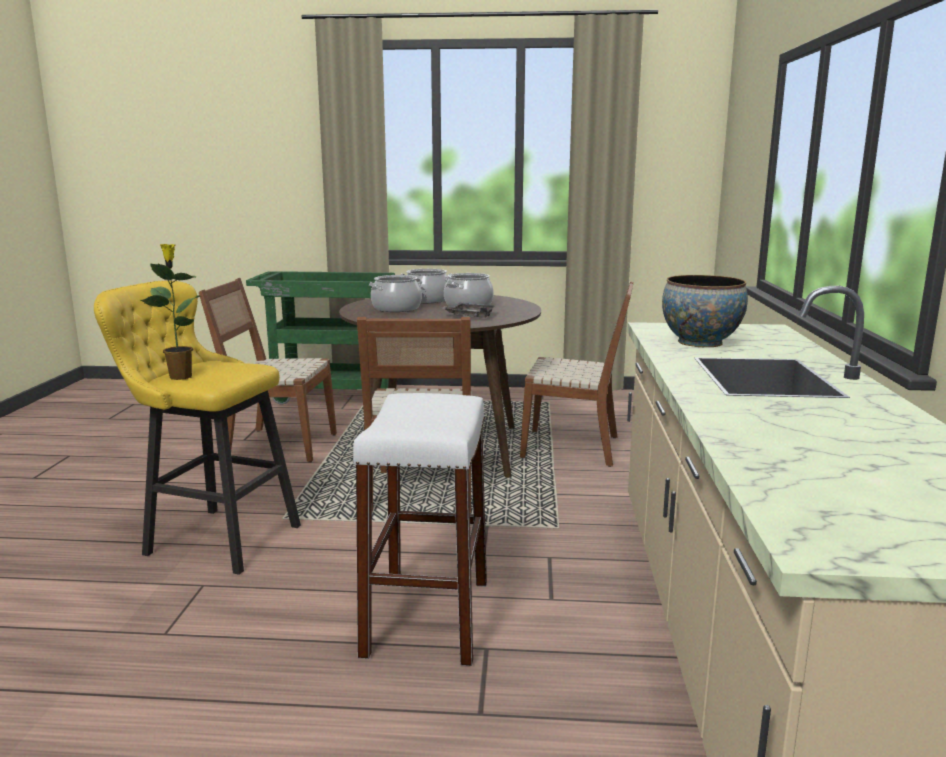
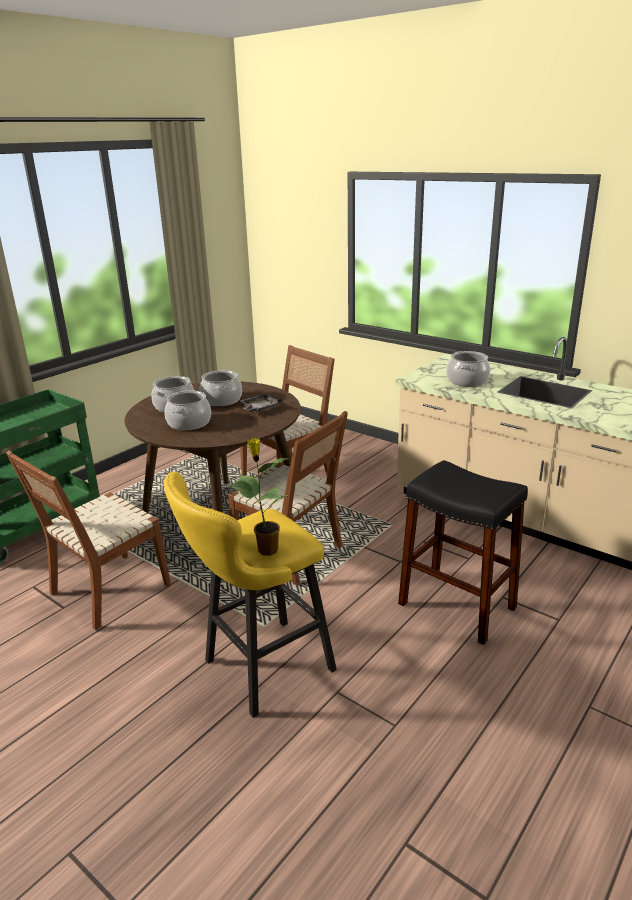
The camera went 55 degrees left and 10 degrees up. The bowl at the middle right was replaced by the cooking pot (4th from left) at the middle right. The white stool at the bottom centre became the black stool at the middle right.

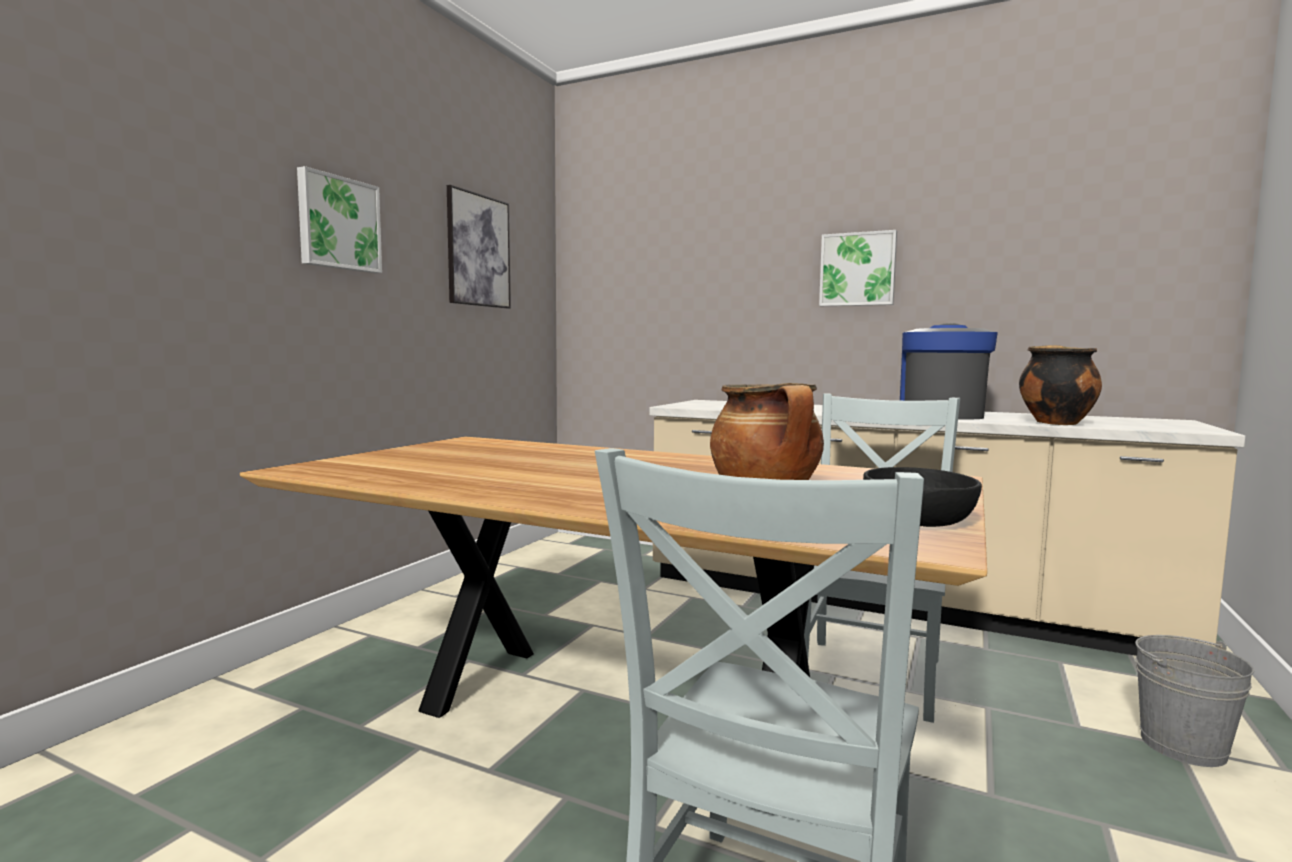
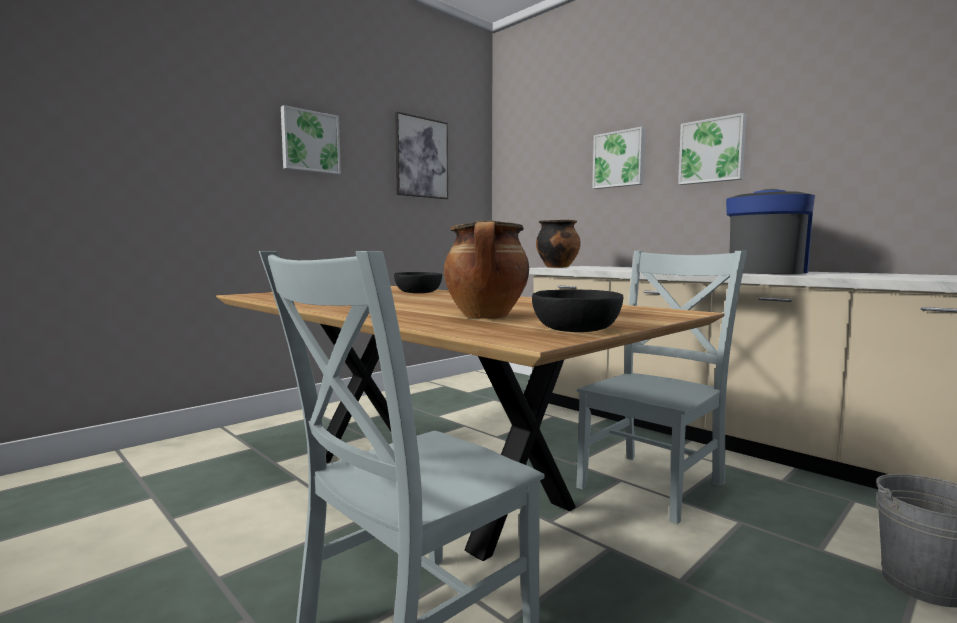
The camera went 20 degrees right and 0 degrees up. The black bowl (1st from left) at the centre appeared. The picture (3rd from left) at the top centre appeared. The cooking pot (2nd from left) moved from the middle right to the centre.

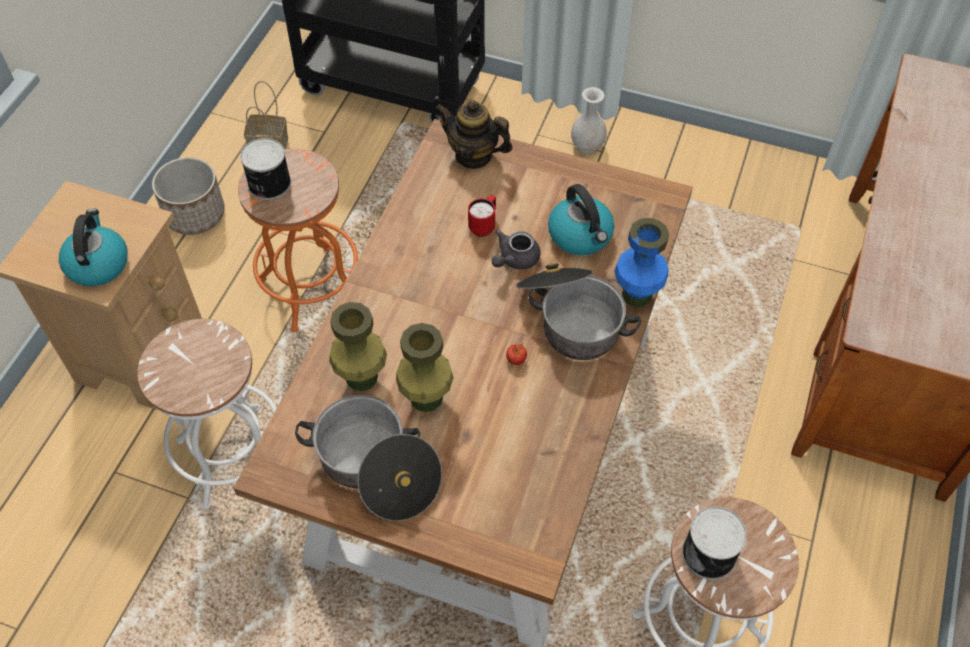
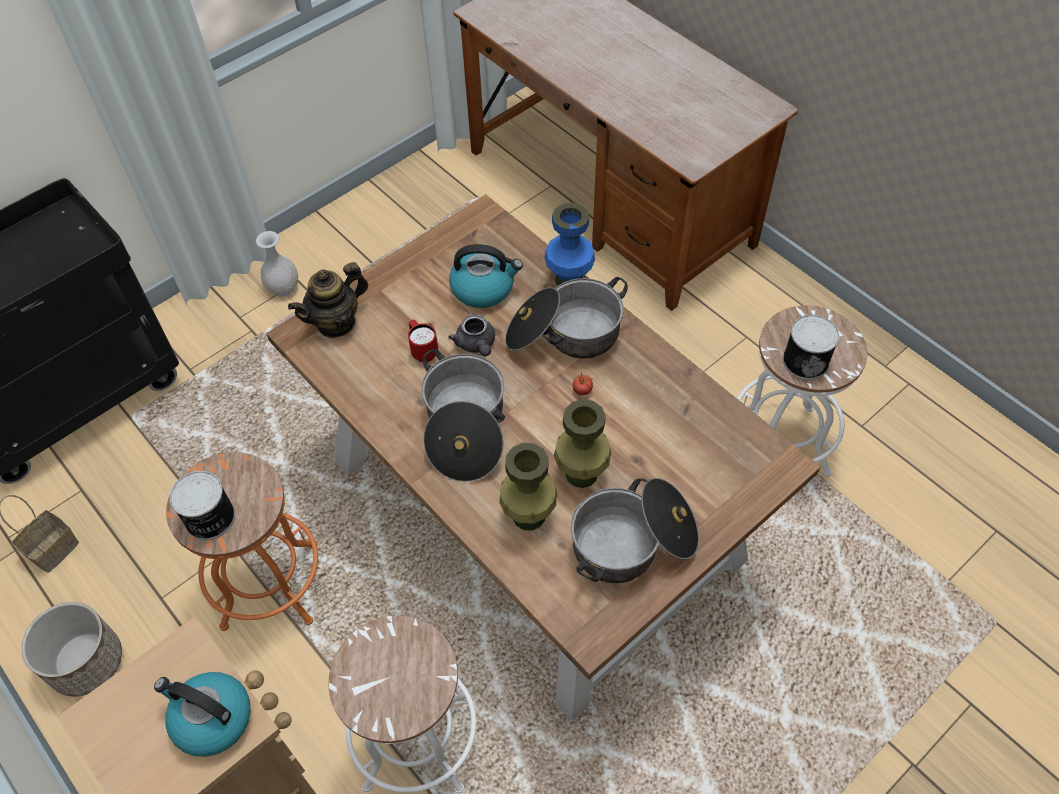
The camera went 60 degrees left and 0 degrees up. The cooking pot (1st from left) at the centre appeared.

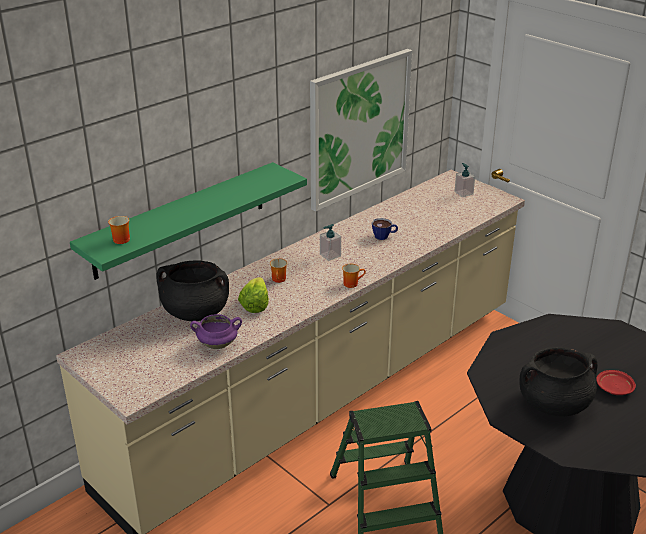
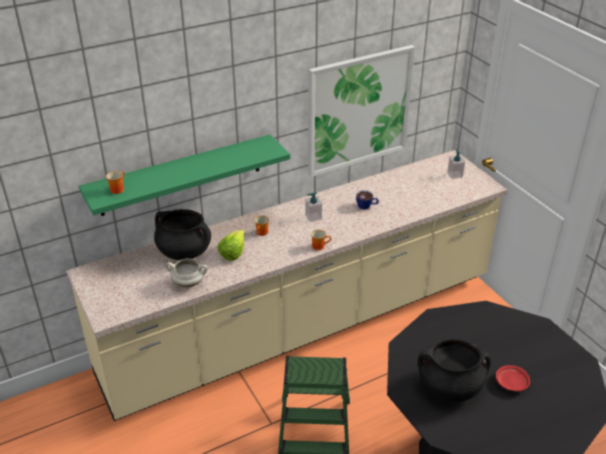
The camera went 15 degrees right and 5 degrees up. The purple cooking pot at the centre became the white cooking pot at the middle left.

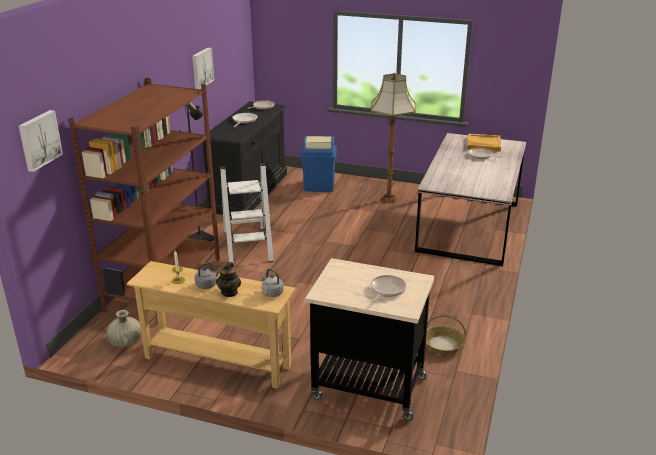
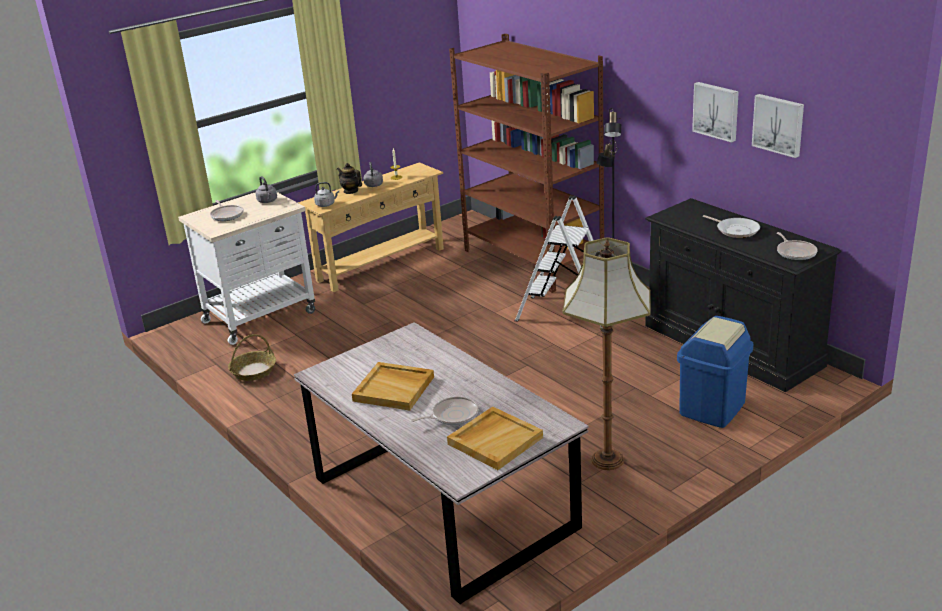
The camera went 125 degrees right and 0 degrees up. The beige vase at the bottom left disappeared. The grey kettle (1st from left) at the top left appeared. The beige tray (1st from left) at the centre appeared. The picture (1st from left in the first image) moved from the top left to the top right. The black cart at the bottom centre became the white cart at the middle left.

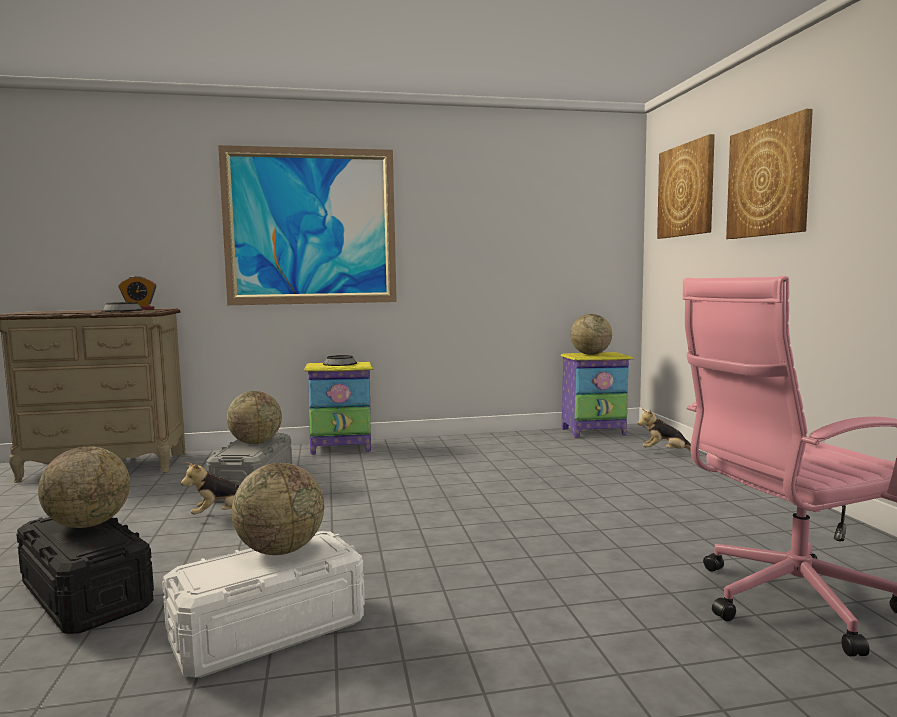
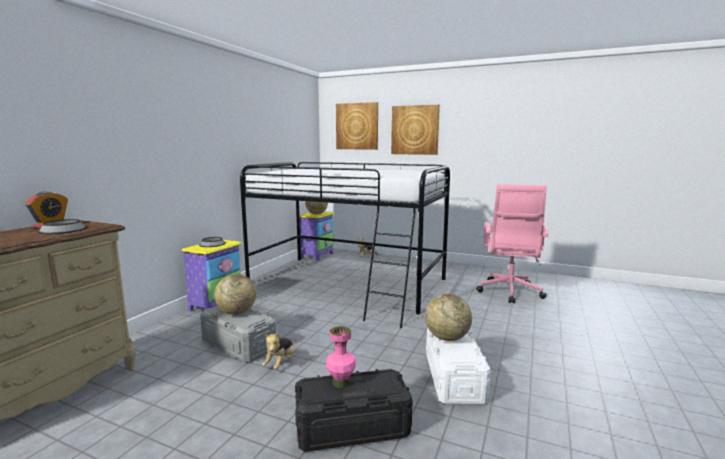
The camera went 55 degrees left and 5 degrees up. The picture (1st from left) at the top centre disappeared. The black bed at the centre appeared. The globe (1st from left) at the bottom left was replaced by the pink vase at the bottom centre.

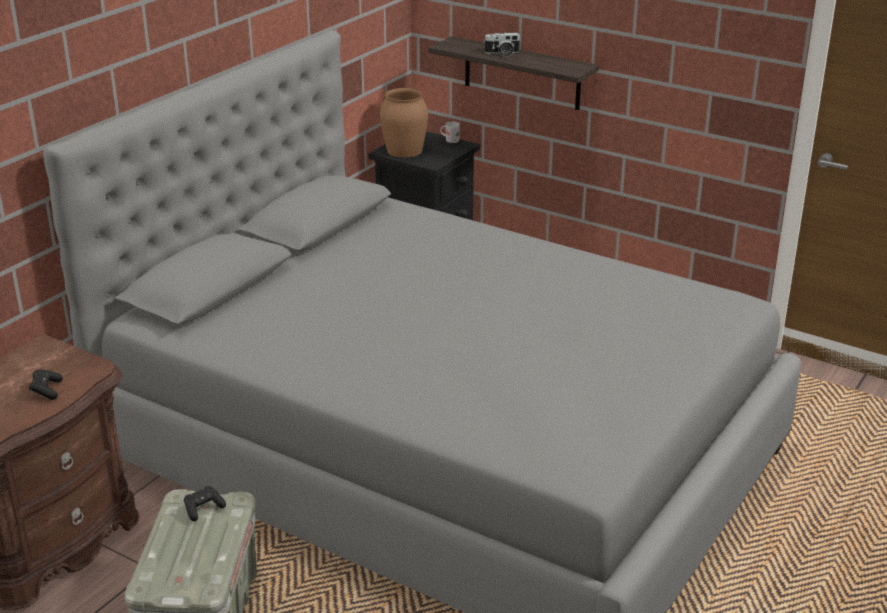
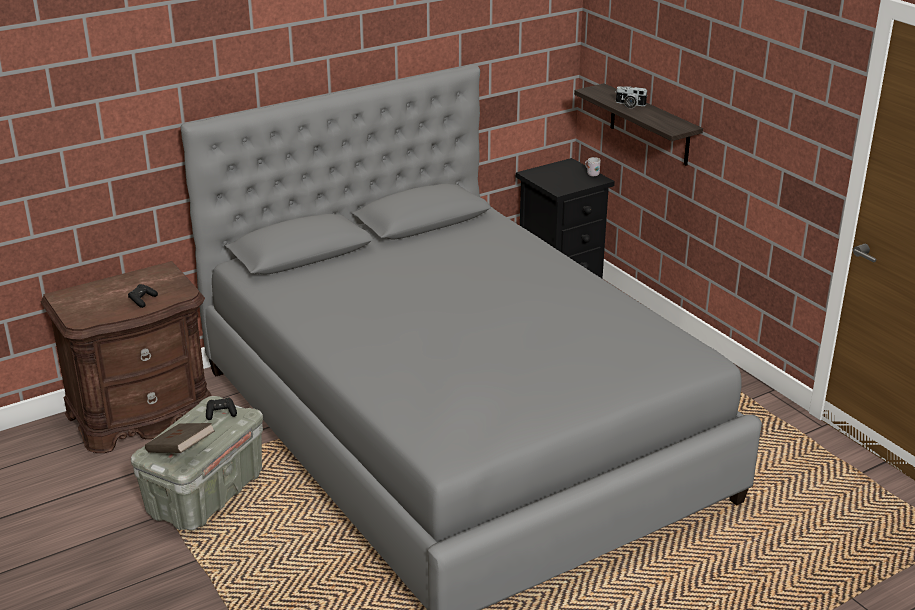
The camera went 25 degrees right and 0 degrees up. The brown vase at the top centre disappeared. The brown book at the bottom left appeared.

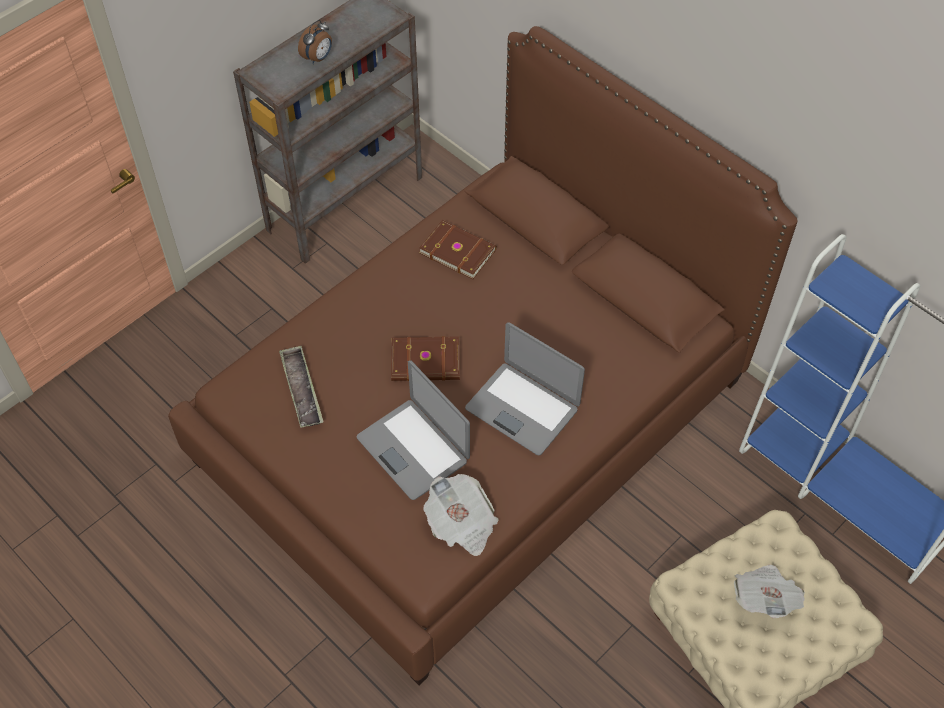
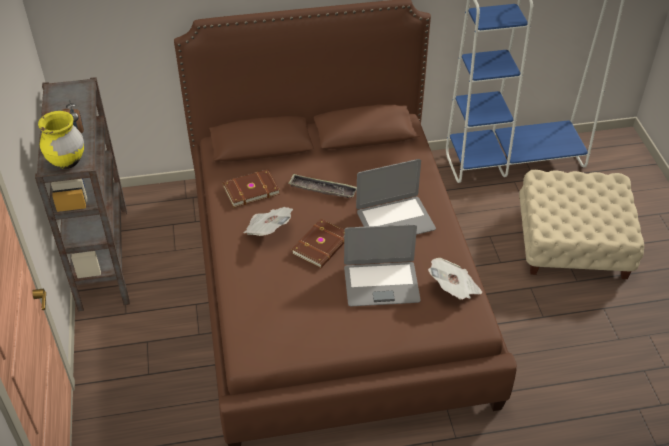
The camera went 55 degrees left and 10 degrees down. The yellow vase at the top left appeared. The tray moved from the middle left to the centre. The newspaper (2nd from left in the first image) moved from the bottom right to the centre.

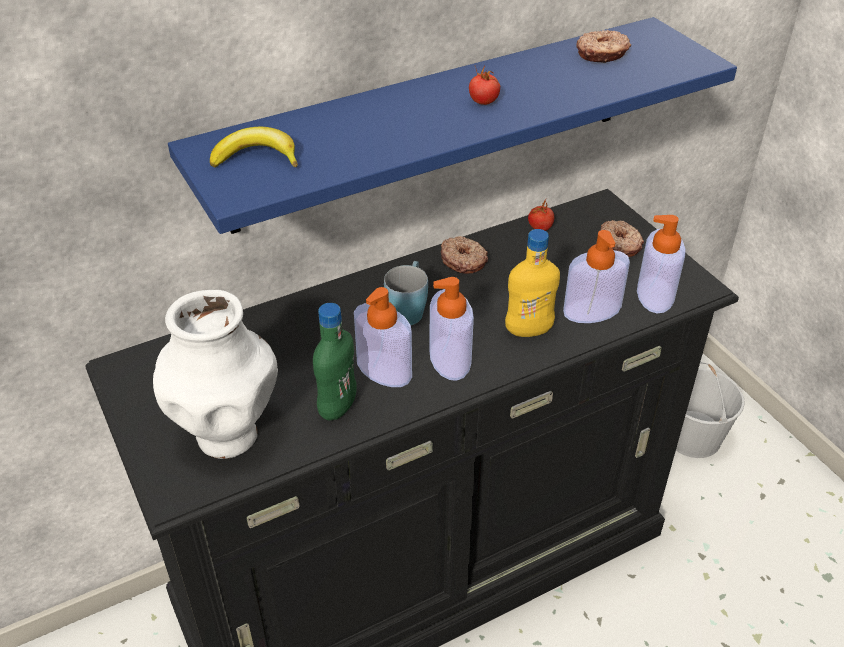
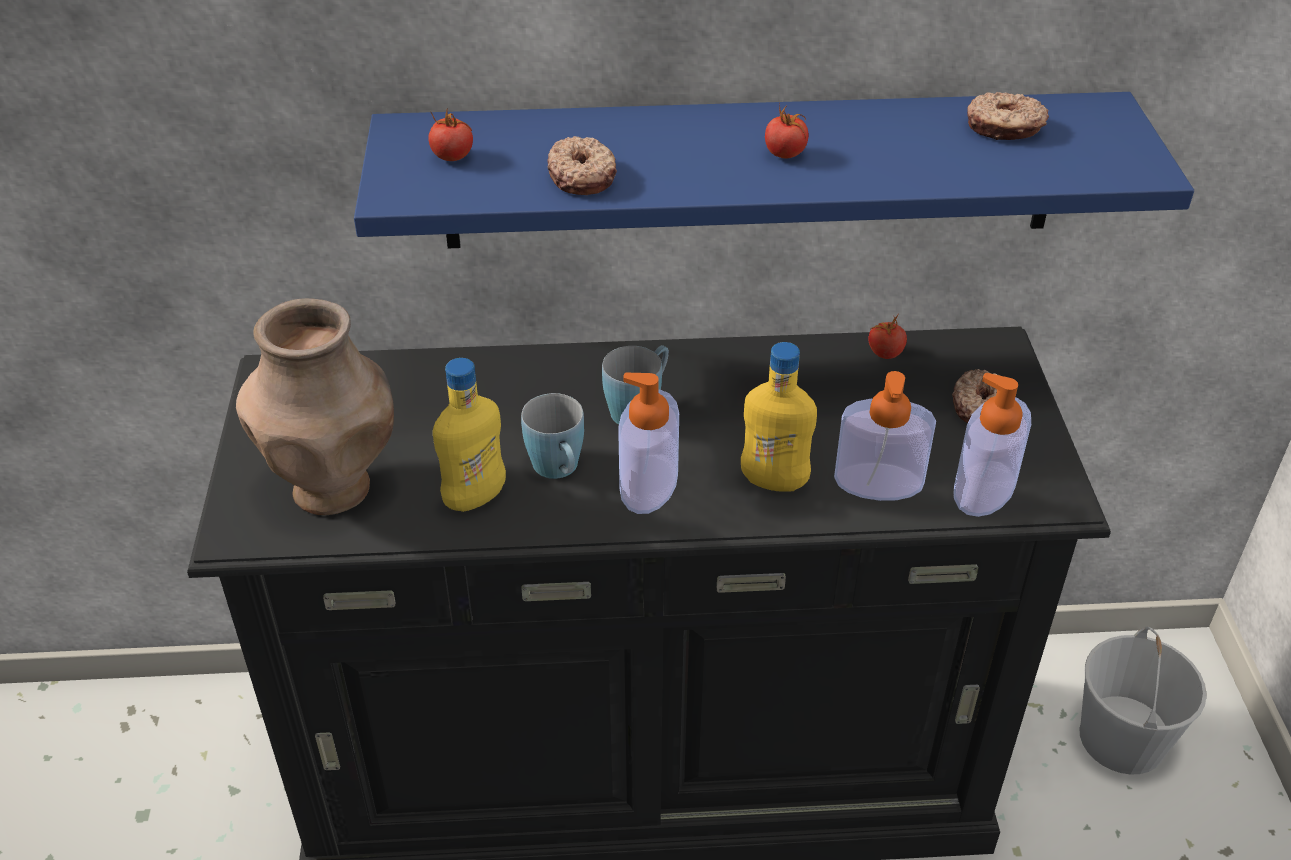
The camera went 25 degrees right and 0 degrees up. The donut (1st from left) moved from the centre to the top centre. The banana at the top left was replaced by the tomato (1st from left) at the top centre. The soap dispenser (1st from left) at the centre was replaced by the blue mug (1st from left) at the centre. The white vase at the middle left became the brown vase at the middle left. The green bottle at the centre became the yellow bottle (1st from left) at the centre.

